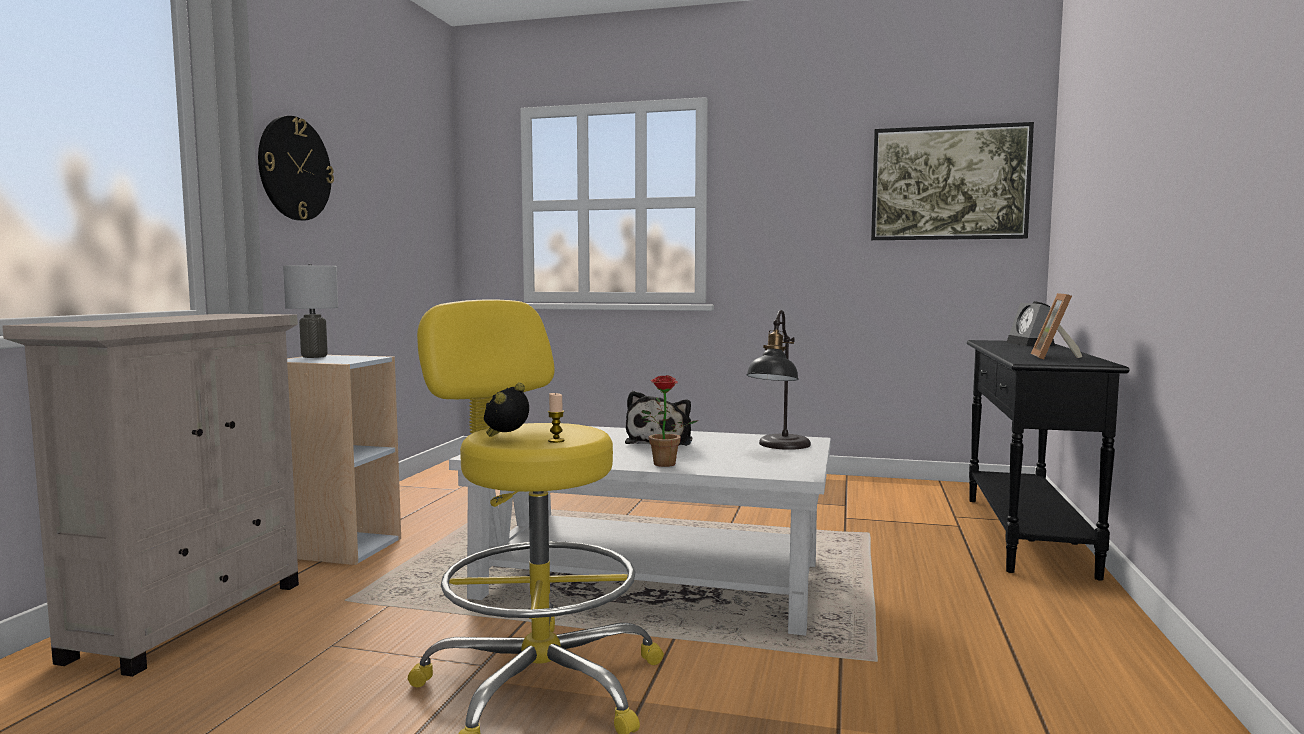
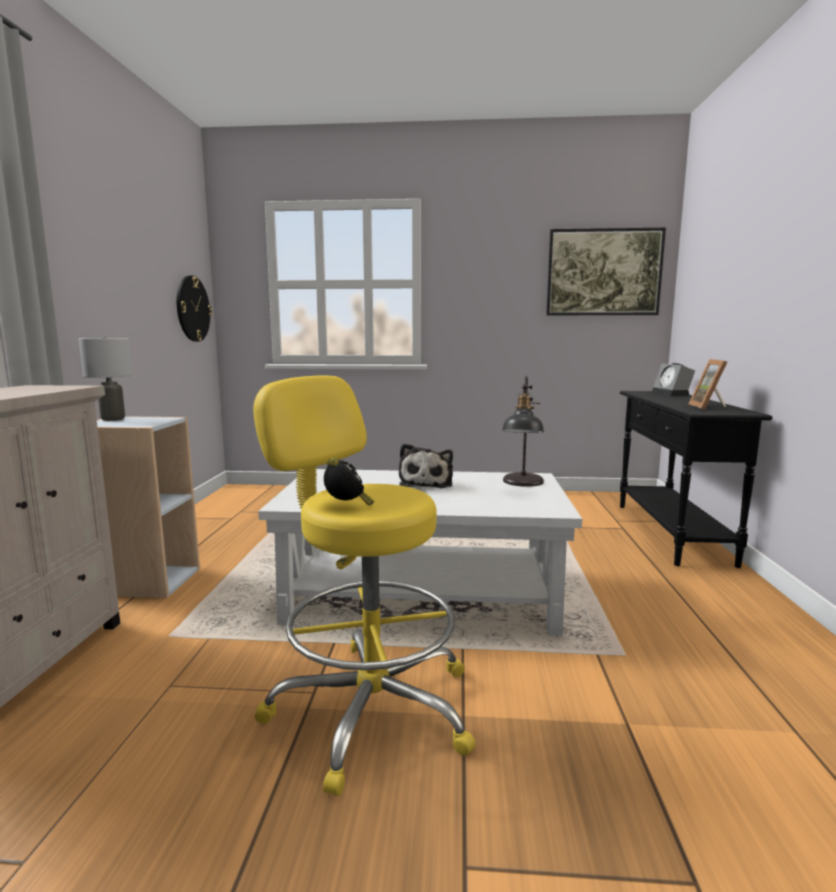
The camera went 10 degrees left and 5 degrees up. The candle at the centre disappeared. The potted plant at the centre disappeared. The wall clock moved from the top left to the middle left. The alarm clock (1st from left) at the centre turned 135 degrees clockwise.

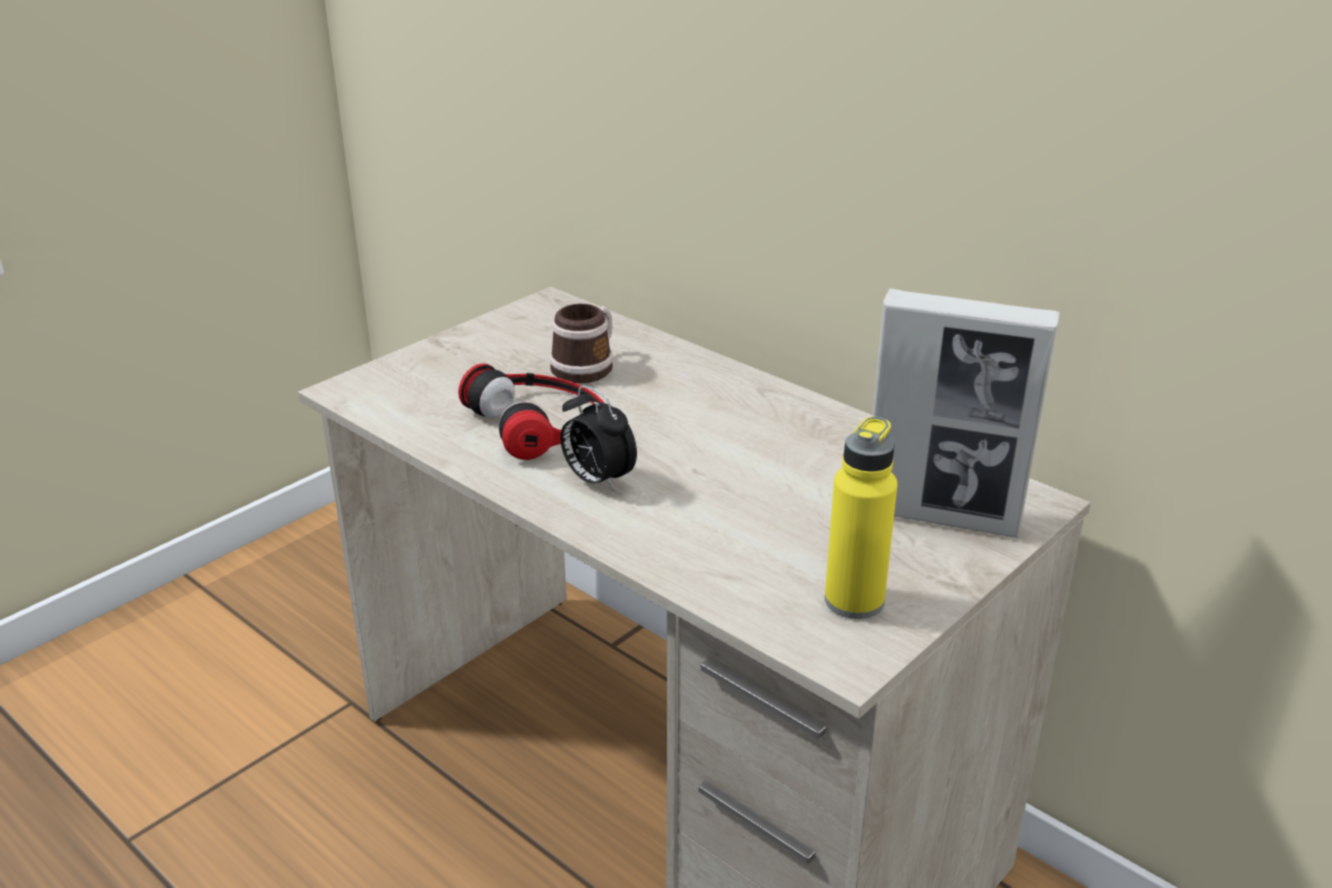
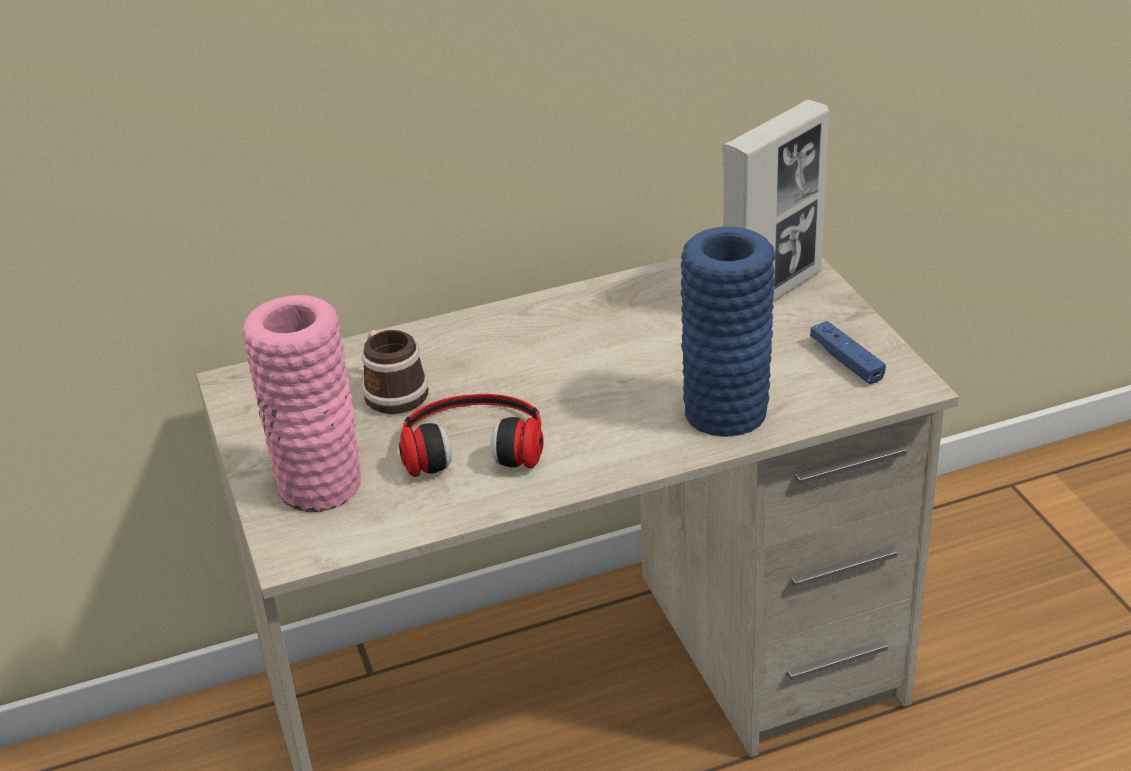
The camera went 60 degrees left and 5 degrees up. The alarm clock at the centre disappeared. The pink vase at the middle left appeared. The blue vase at the centre appeared. The yellow bottle at the centre was replaced by the blue game controller at the middle right.

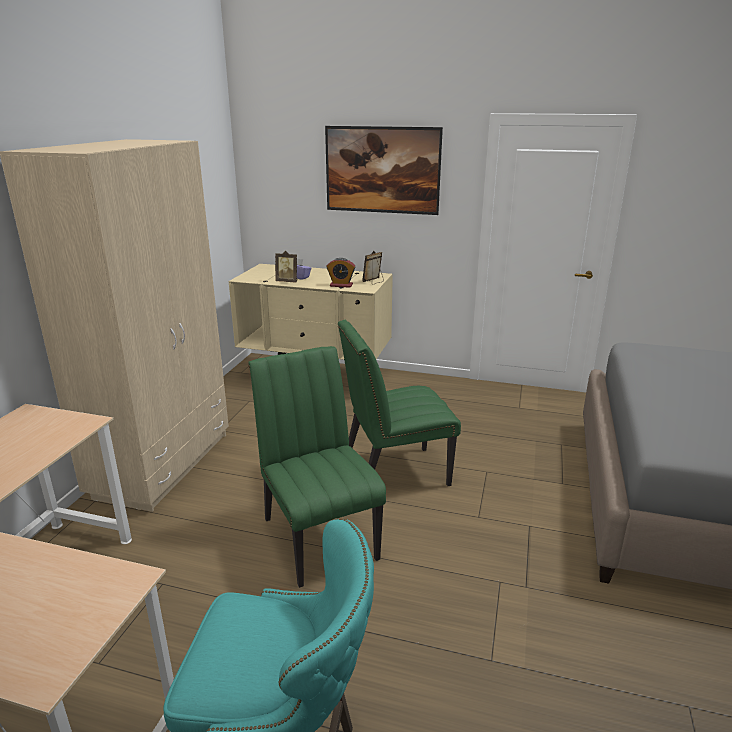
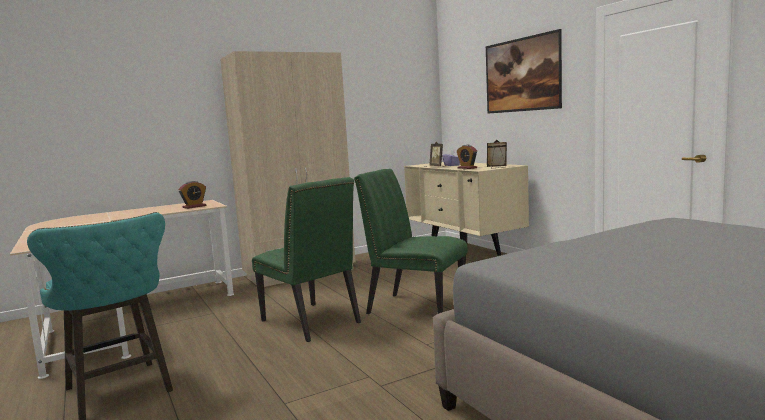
The camera went 45 degrees right and 15 degrees down. The alarm clock (1st from left) at the middle left appeared. The green chair (1st from left) at the centre turned 120 degrees clockwise.

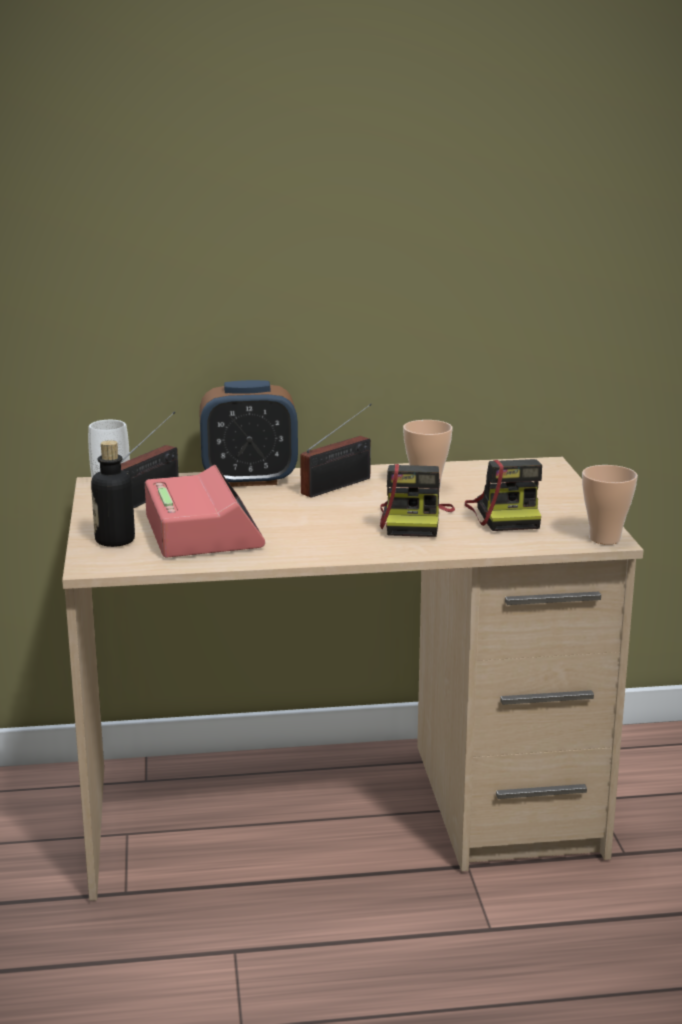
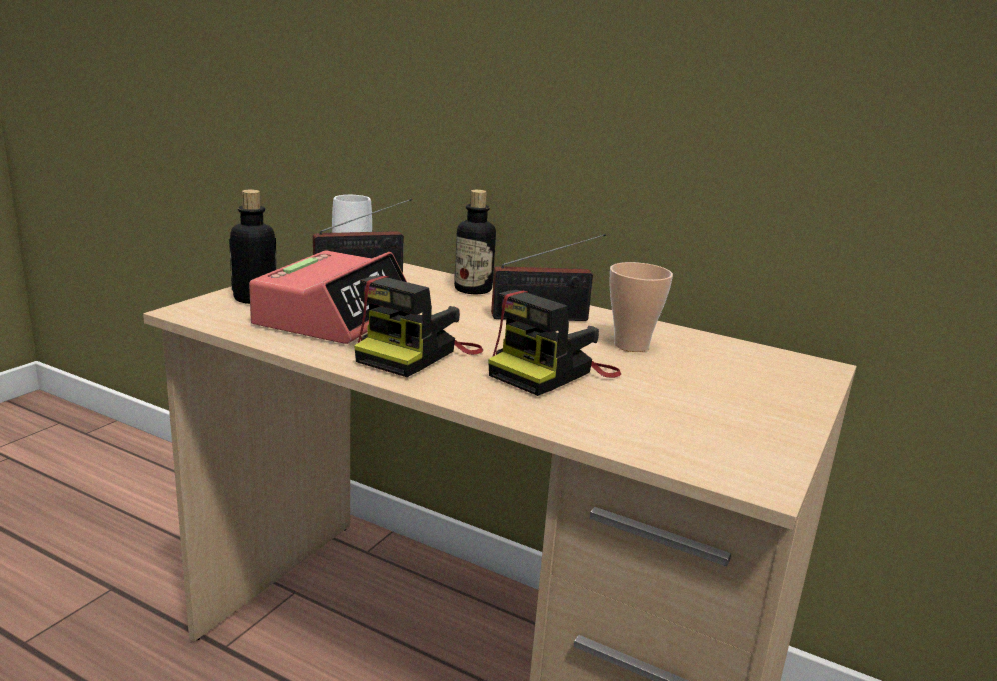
The camera went 35 degrees right and 0 degrees up. The cup (3rd from left) at the middle right disappeared. The photo camera (2nd from left in the first image) moved from the middle right to the centre. The alarm clock (2nd from left) at the centre was replaced by the bottle (2nd from left) at the centre.

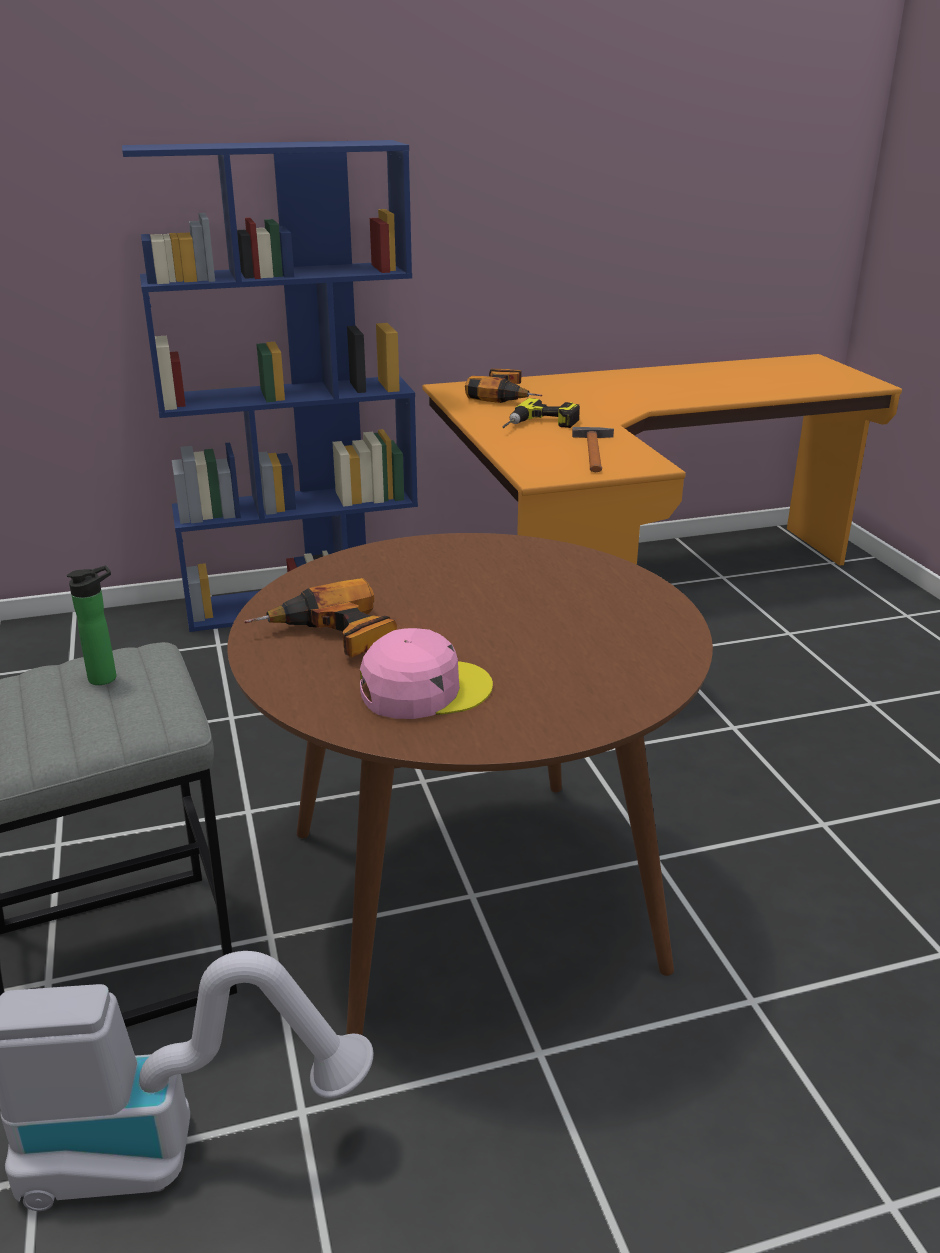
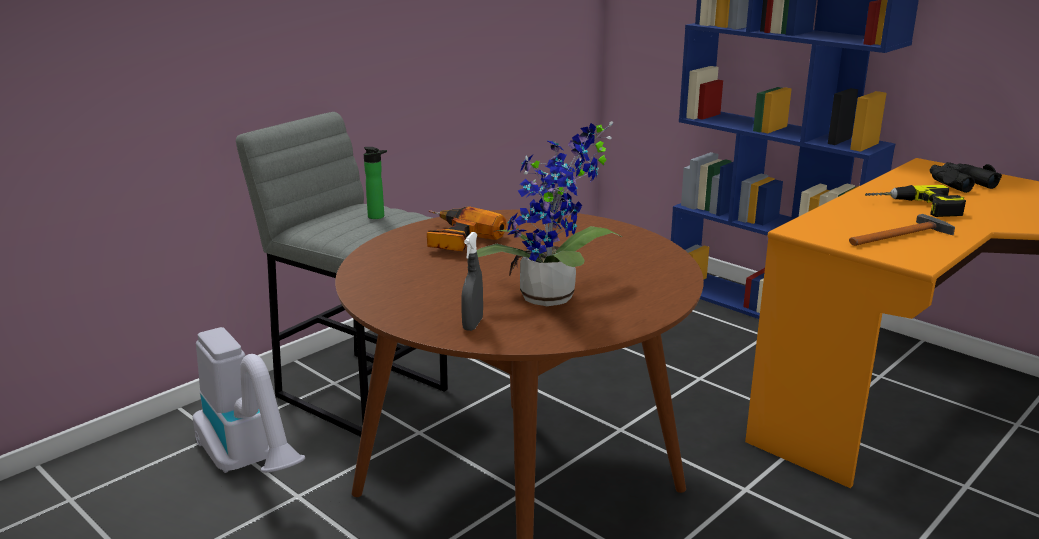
The camera went 60 degrees right and 5 degrees down. The pink cap at the centre disappeared. The grey spray bottle at the centre appeared. The potted plant at the centre appeared. The power drill (2nd from left) at the top centre was replaced by the black binoculars at the top right.

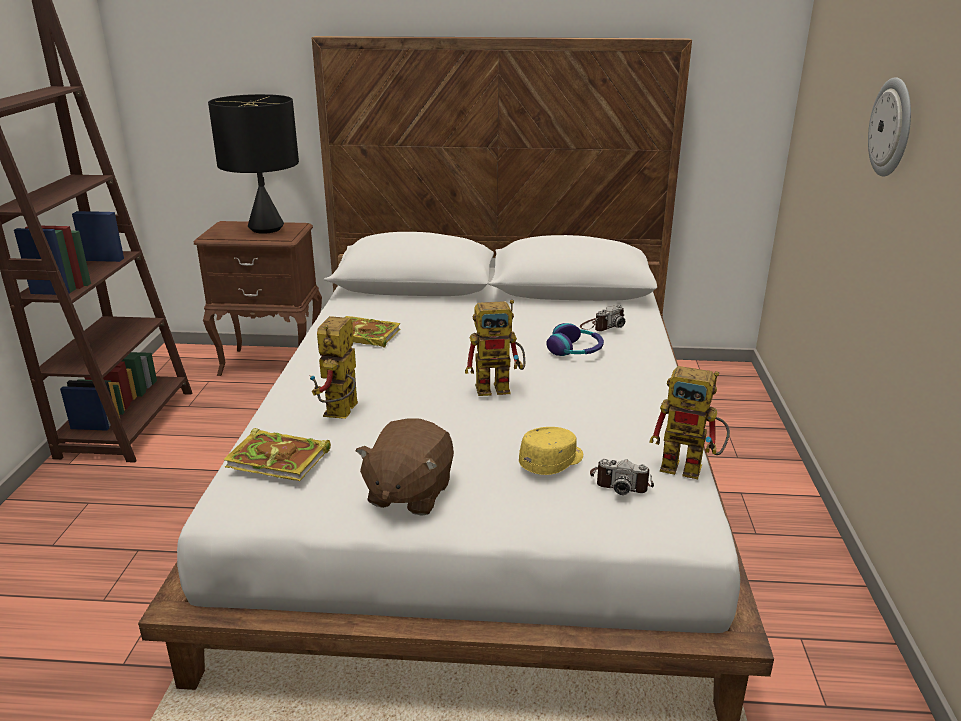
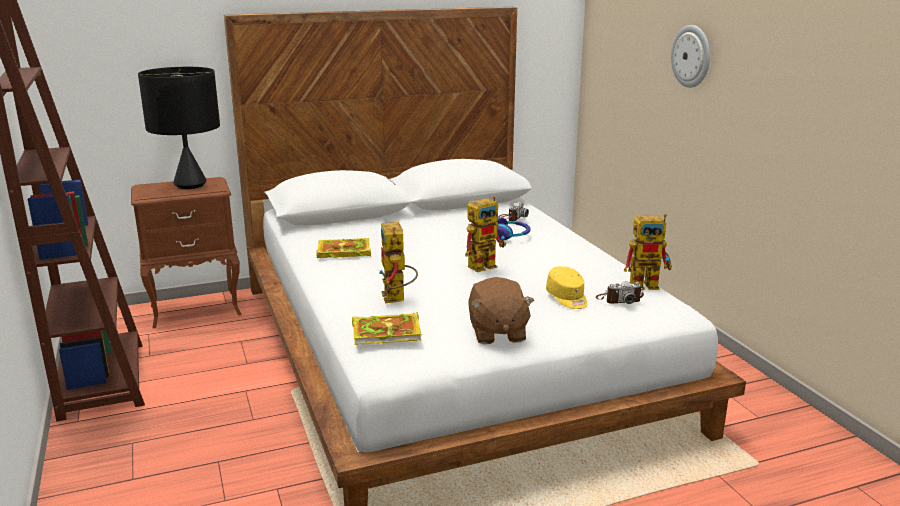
The camera went 25 degrees left and 5 degrees down. The yellow cap at the centre turned 135 degrees clockwise.

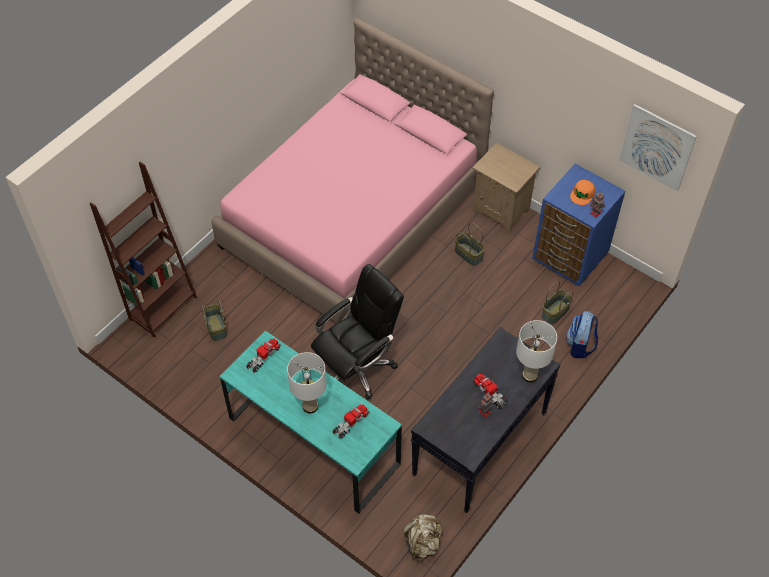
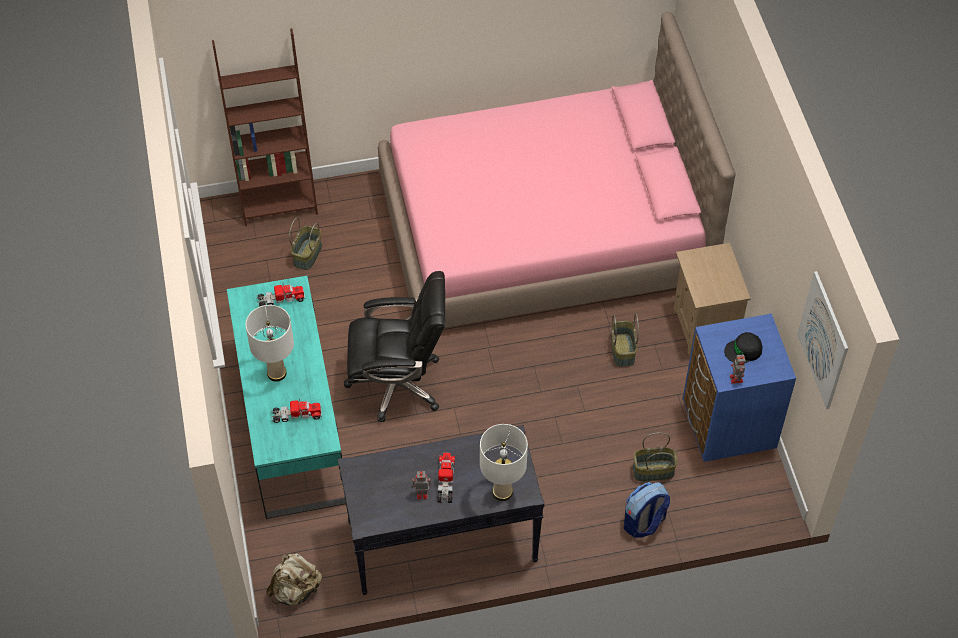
The camera went 40 degrees right and 0 degrees up. The orange cap at the top right became the black cap at the middle right.

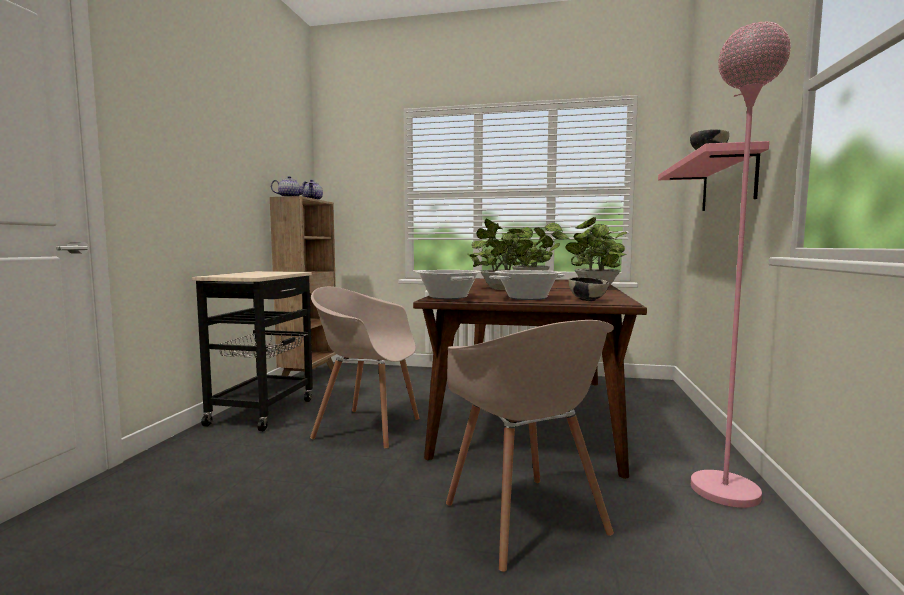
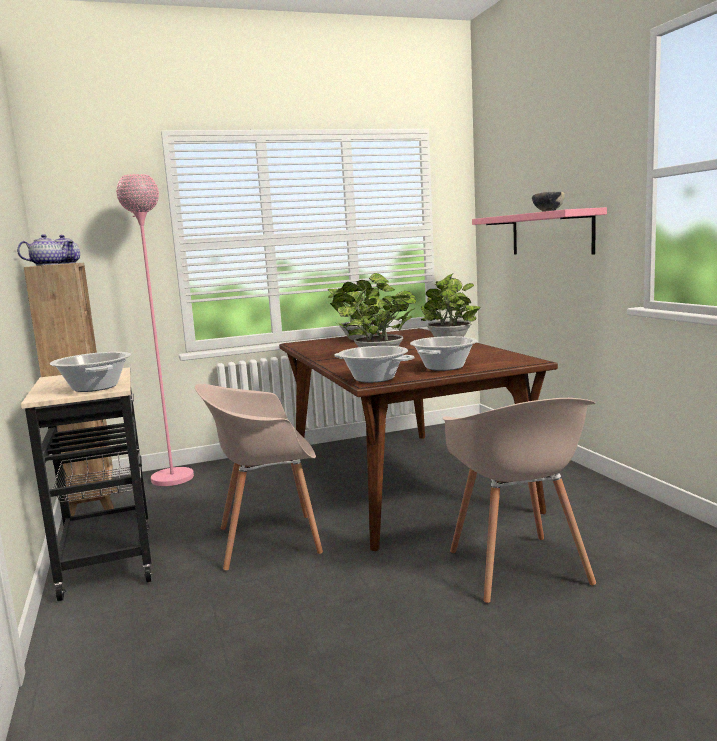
The camera went 30 degrees left and 5 degrees up. The bowl (1st from left) at the centre disappeared. The cooking pot (1st from left) at the middle left appeared. The pink floor lamp moved from the middle right to the middle left. The beige chair (2nd from left) at the bottom centre turned 45 degrees clockwise.

